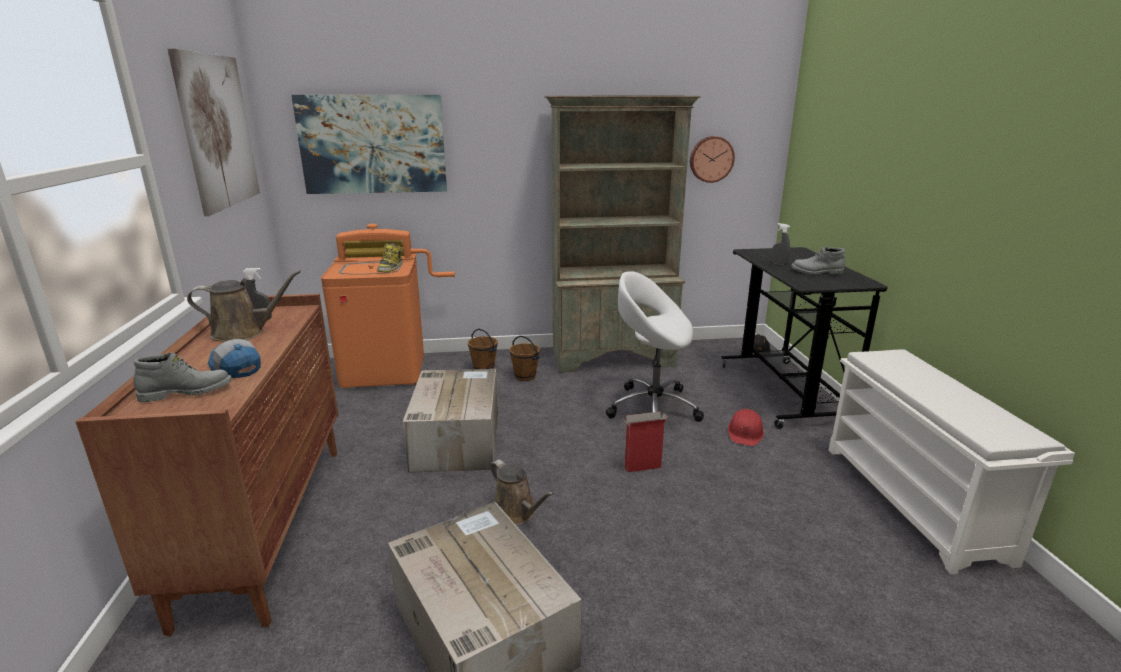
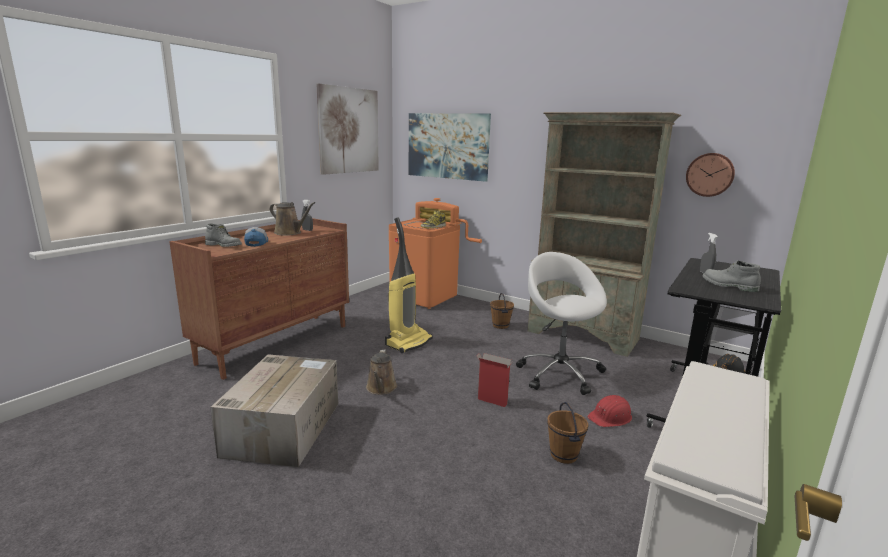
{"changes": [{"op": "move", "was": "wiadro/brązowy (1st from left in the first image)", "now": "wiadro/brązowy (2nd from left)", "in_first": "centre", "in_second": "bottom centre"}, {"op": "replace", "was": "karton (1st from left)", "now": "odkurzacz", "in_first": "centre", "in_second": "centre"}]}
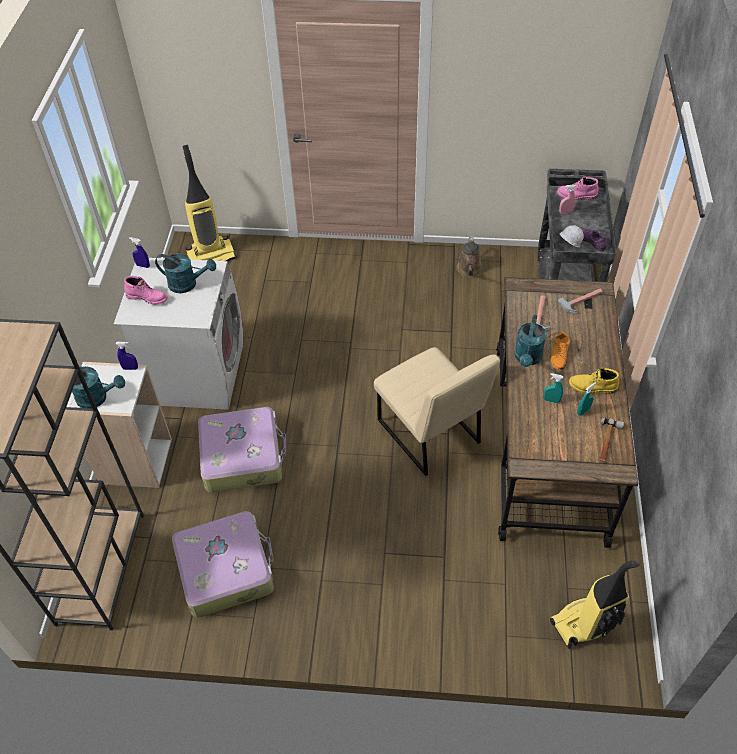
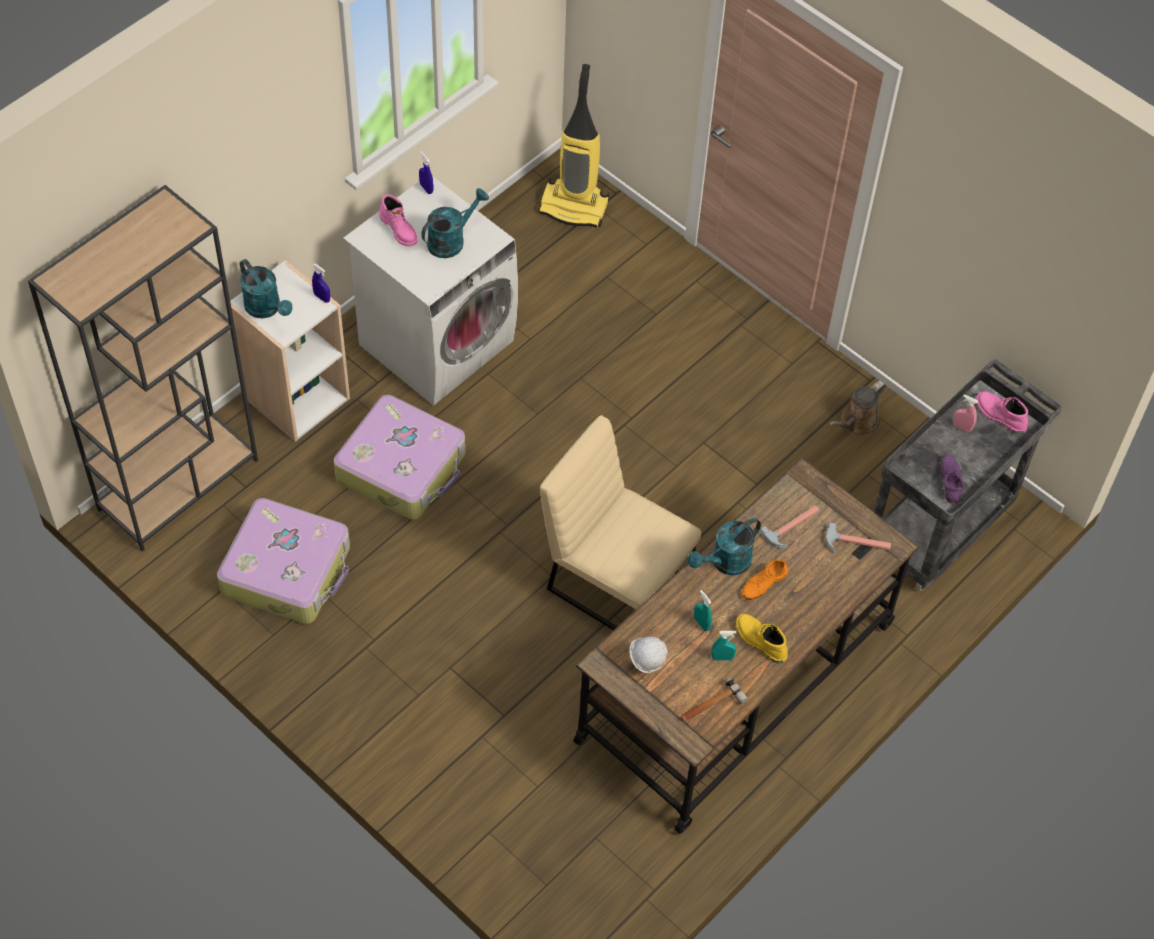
{"changes": [{"op": "delete", "was": "odkurzacz (2nd from left)", "in_first": "bottom right"}, {"op": "move", "was": "kask/biały", "in_first": "top right", "in_second": "bottom centre"}, {"op": "rotate", "was": "konewka/turkusowy (2nd from left)", "in_first": "middle left", "in_second": "top centre", "clockwise": -90}, {"op": "rotate", "was": "krzesło/beżowy", "in_first": "centre", "in_second": "centre", "clockwise": 120}]}
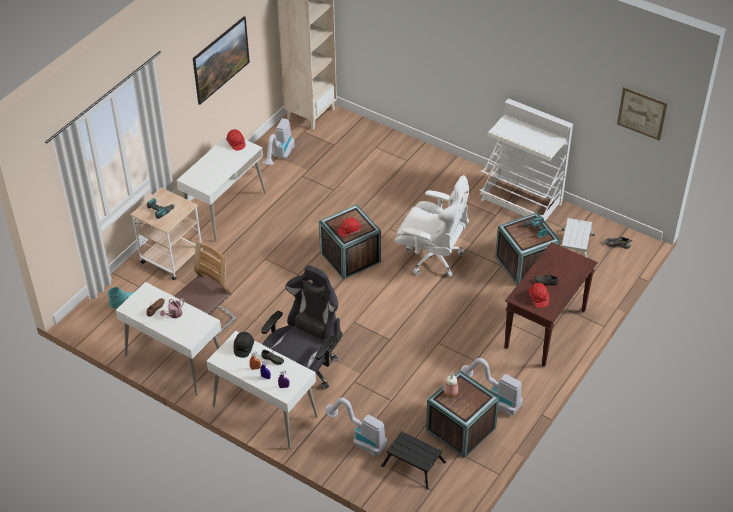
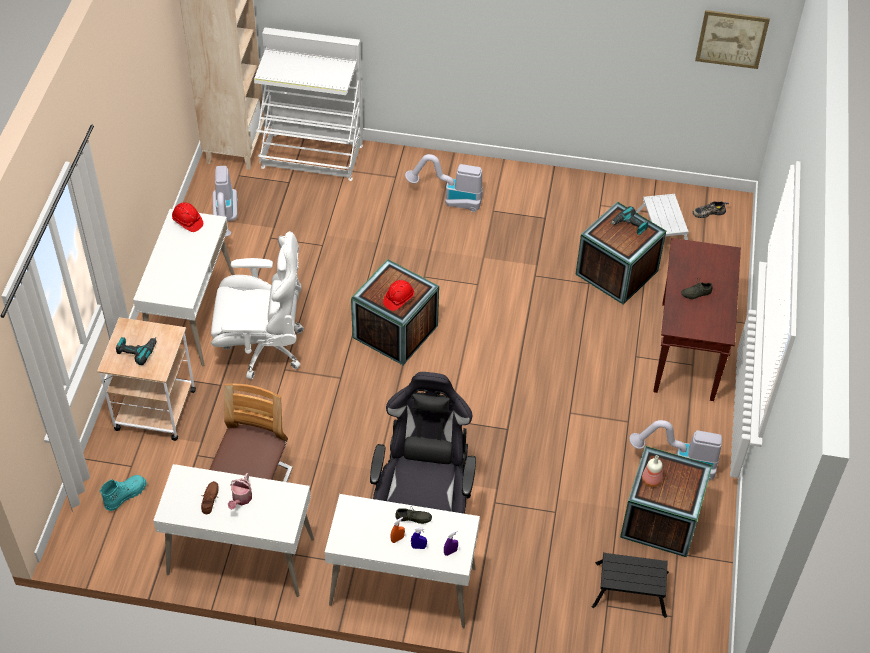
{"changes": [{"op": "delete", "was": "obraz (1st from left)", "in_first": "top left"}, {"op": "delete", "was": "kask/czarny", "in_first": "bottom left"}, {"op": "delete", "was": "kask/czerwony (3rd from left)", "in_first": "middle right"}, {"op": "move", "was": "odkurzacz (2nd from left)", "in_first": "bottom centre", "in_second": "top centre"}, {"op": "move", "was": "krzesło biurowe/biały", "in_first": "centre", "in_second": "middle left"}, {"op": "move", "was": "regał na buty/biały", "in_first": "top right", "in_second": "top centre"}]}
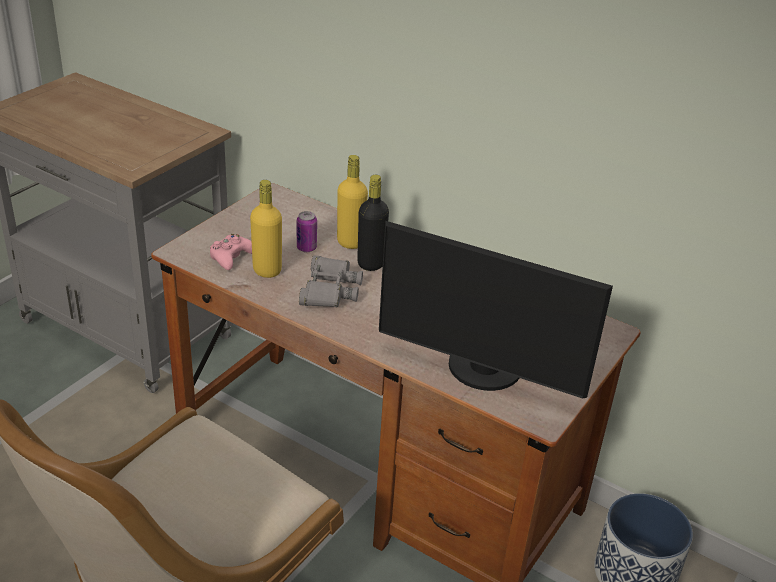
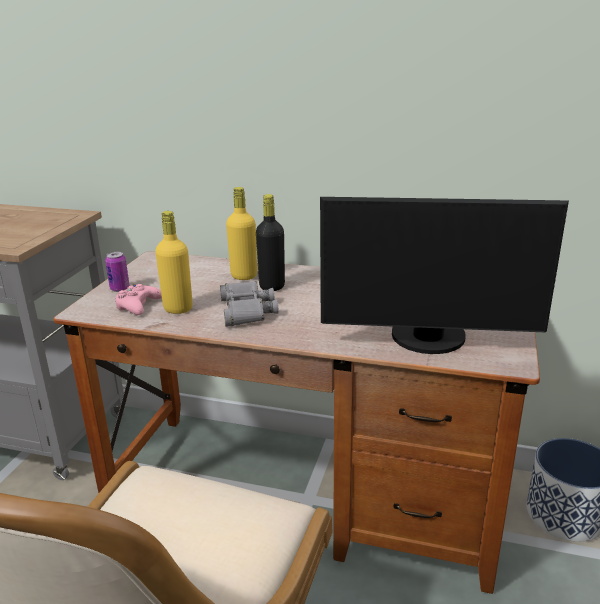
{"changes": [{"op": "move", "was": "puszka", "in_first": "centre", "in_second": "middle left"}]}
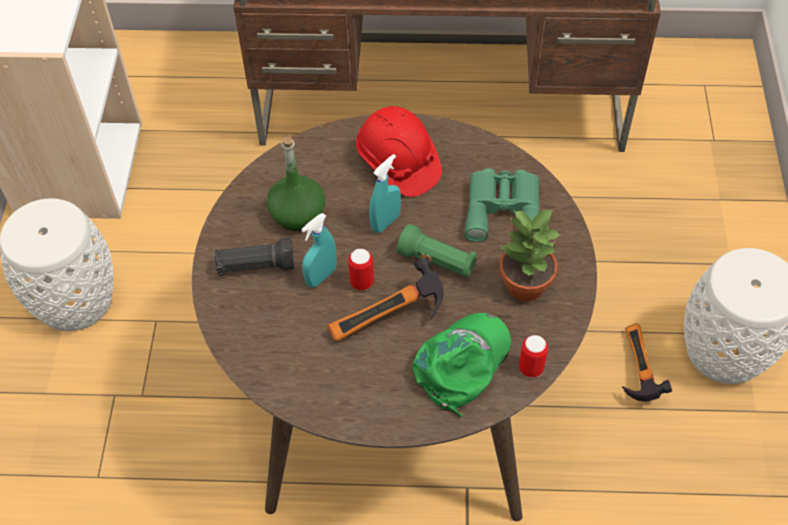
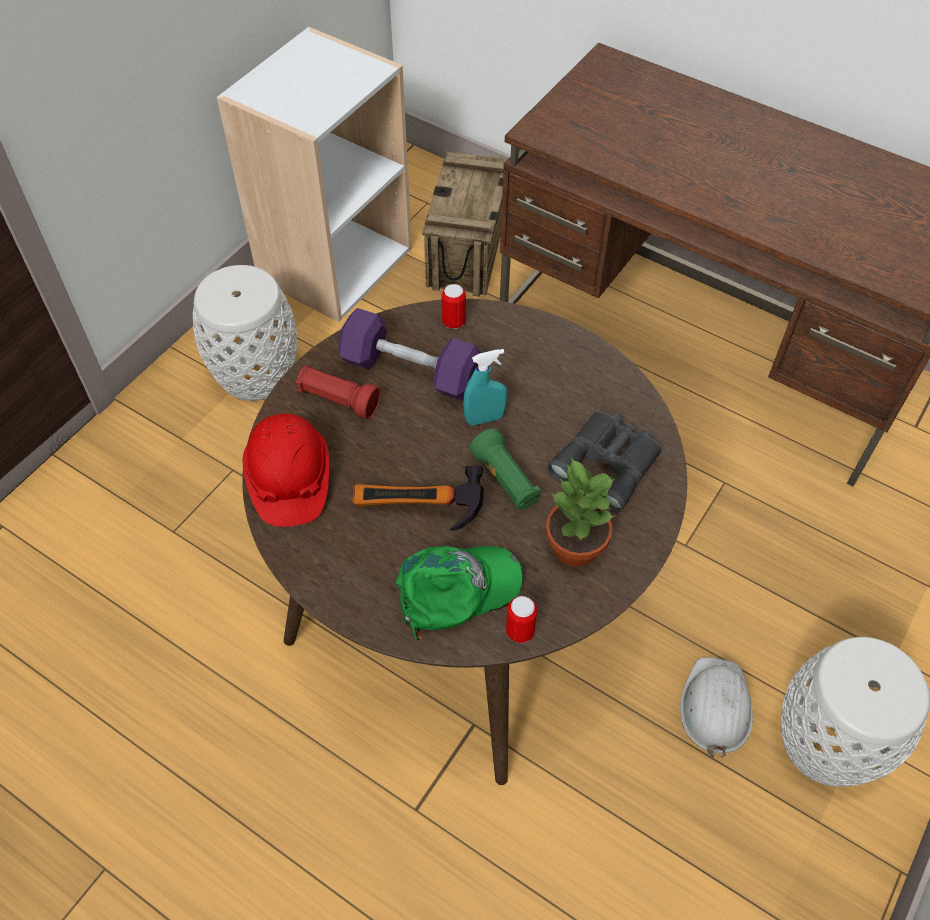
{"changes": [{"op": "delete", "was": "spryskiwacz/turkusowy (1st from left)", "in_first": "centre"}, {"op": "insert", "now": "skrzynka", "in_second": "top centre"}, {"op": "move", "was": "puszka (1st from left)", "in_first": "centre", "in_second": "top centre"}, {"op": "move", "was": "kask/czerwony", "in_first": "top centre", "in_second": "middle left"}, {"op": "replace", "was": "butelka/zielony", "now": "hantel/fioletowy", "in_first": "centre", "in_second": "centre"}, {"op": "replace", "was": "młotek (2nd from left)", "now": "kask/biały", "in_first": "bottom right", "in_second": "bottom right"}, {"op": "recolor", "was": "latarka/czarny", "now": "latarka/czerwony", "in_first": "middle left", "in_second": "centre"}, {"op": "recolor", "was": "lornetka/zielony", "now": "lornetka/szary", "in_first": "centre", "in_second": "centre"}]}
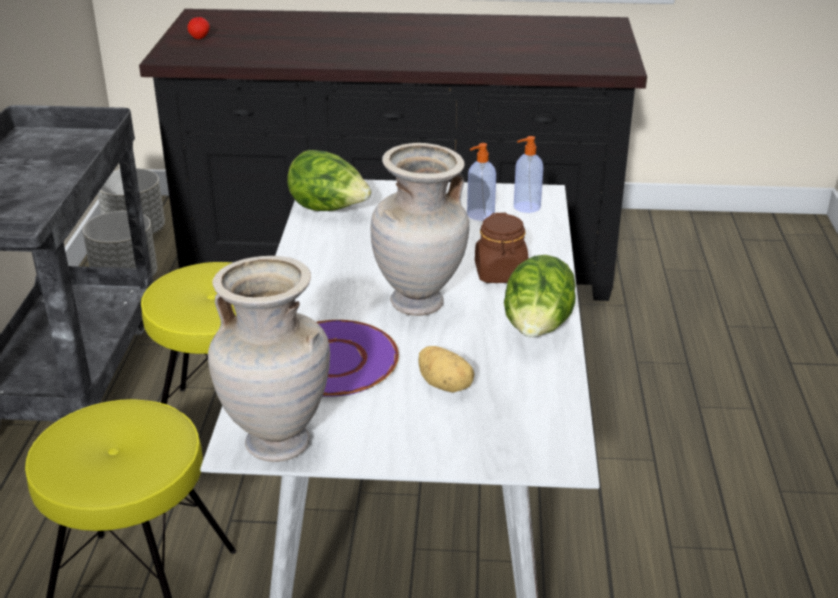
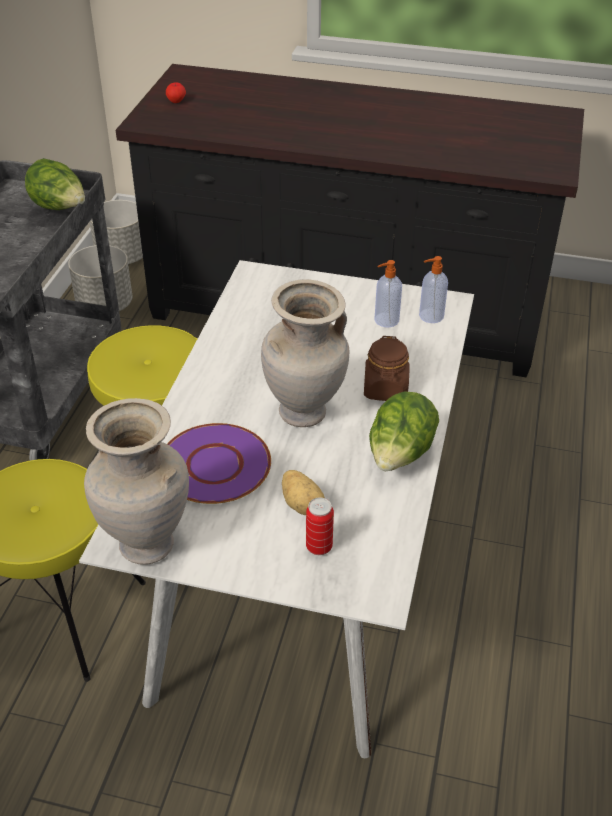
{"changes": [{"op": "insert", "now": "puszka", "in_second": "centre"}, {"op": "move", "was": "sałata (1st from left)", "in_first": "top centre", "in_second": "top left"}]}
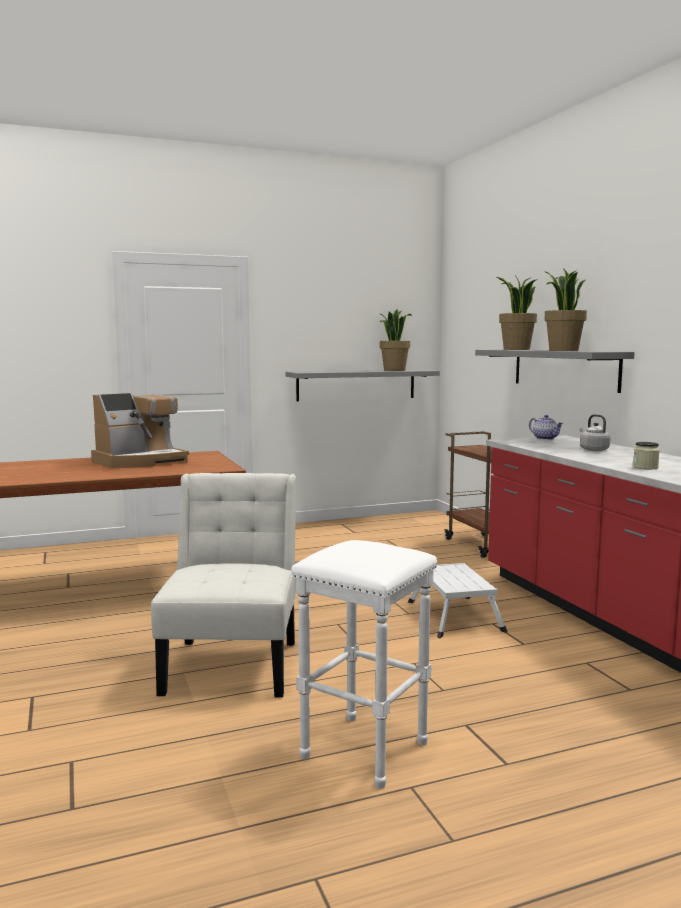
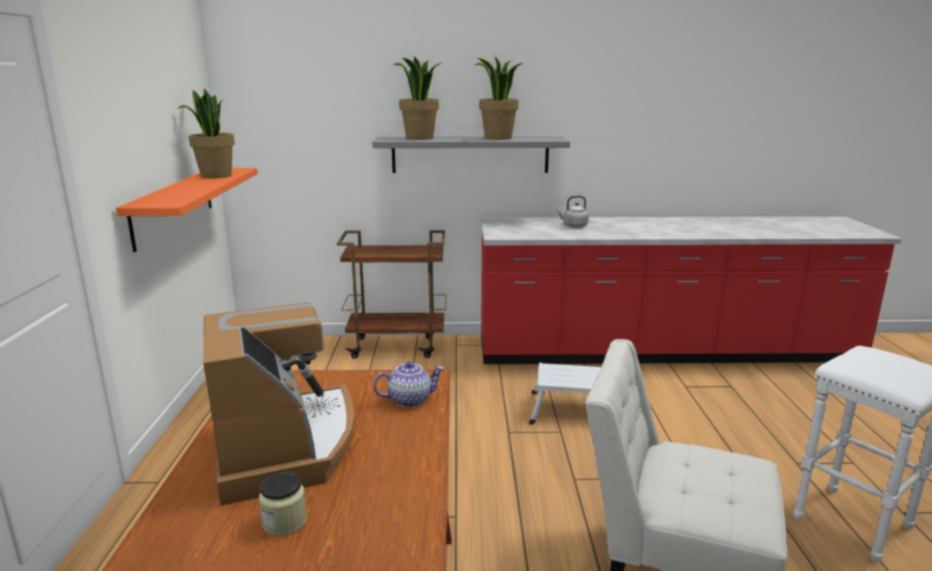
{"changes": [{"op": "move", "was": "imbryk", "in_first": "middle right", "in_second": "bottom centre"}, {"op": "move", "was": "słoik", "in_first": "middle right", "in_second": "bottom left"}, {"op": "recolor", "was": "półka/szary (1st from left)", "now": "półka/pomarańczowy", "in_first": "centre", "in_second": "middle left"}]}
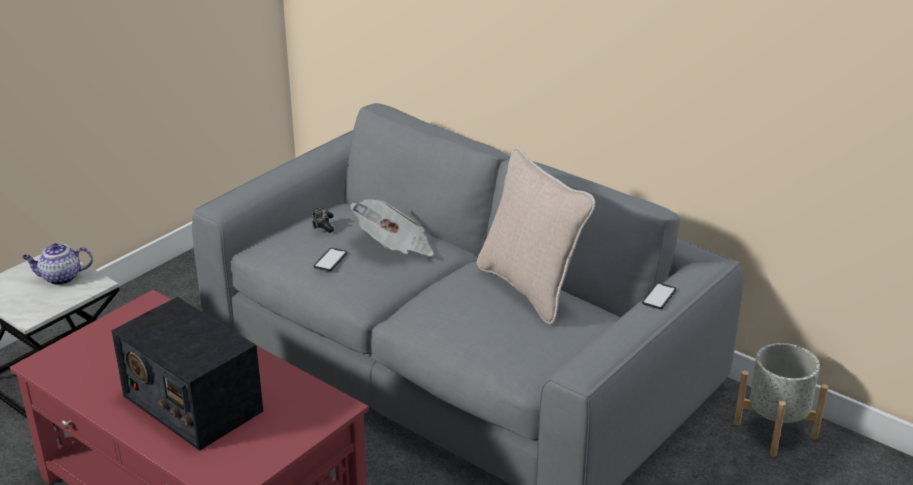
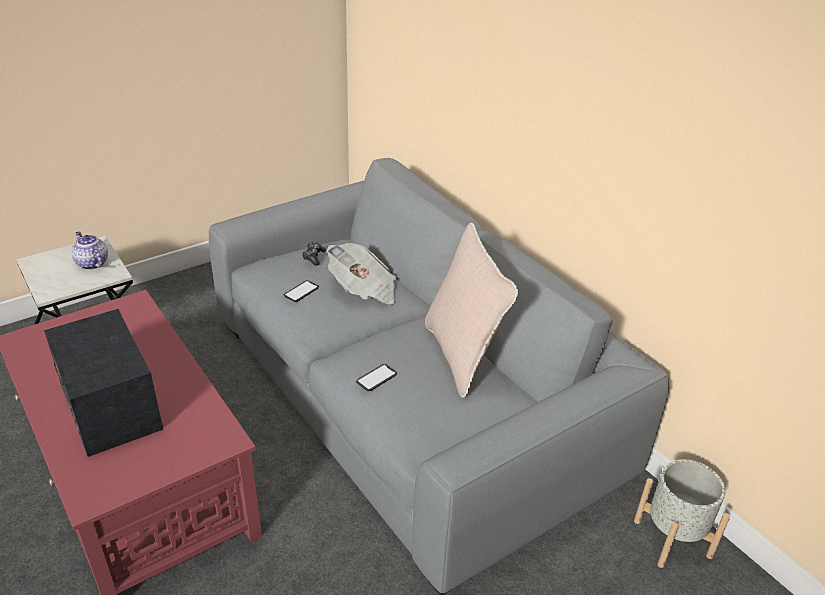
{"changes": [{"op": "move", "was": "telefon (2nd from left)", "in_first": "middle right", "in_second": "centre"}, {"op": "rotate", "was": "imbryk", "in_first": "middle left", "in_second": "middle left", "clockwise": 45}]}
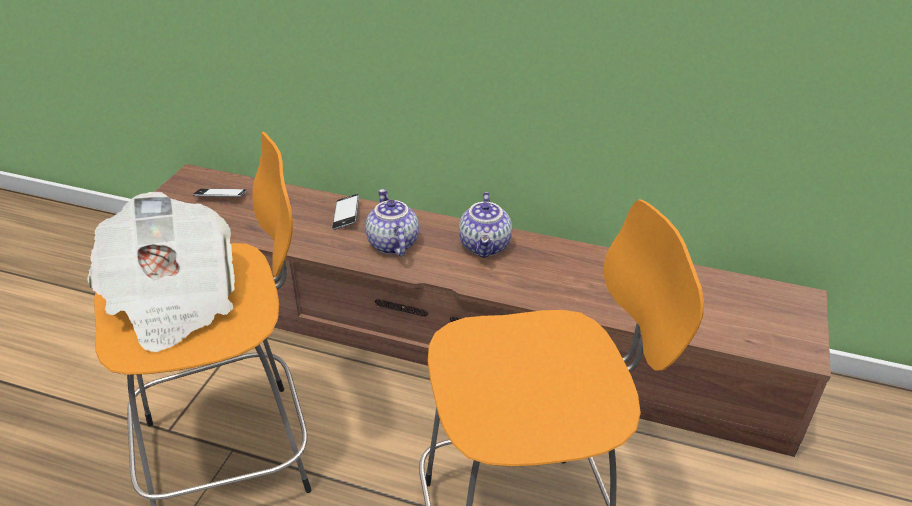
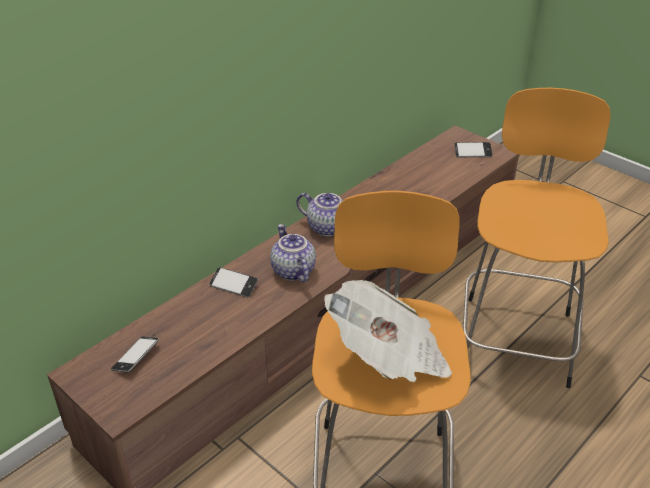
{"changes": [{"op": "insert", "now": "telefon (3rd from left)", "in_second": "top right"}, {"op": "rotate", "was": "imbryk (1st from left)", "in_first": "centre", "in_second": "centre", "clockwise": 60}]}
